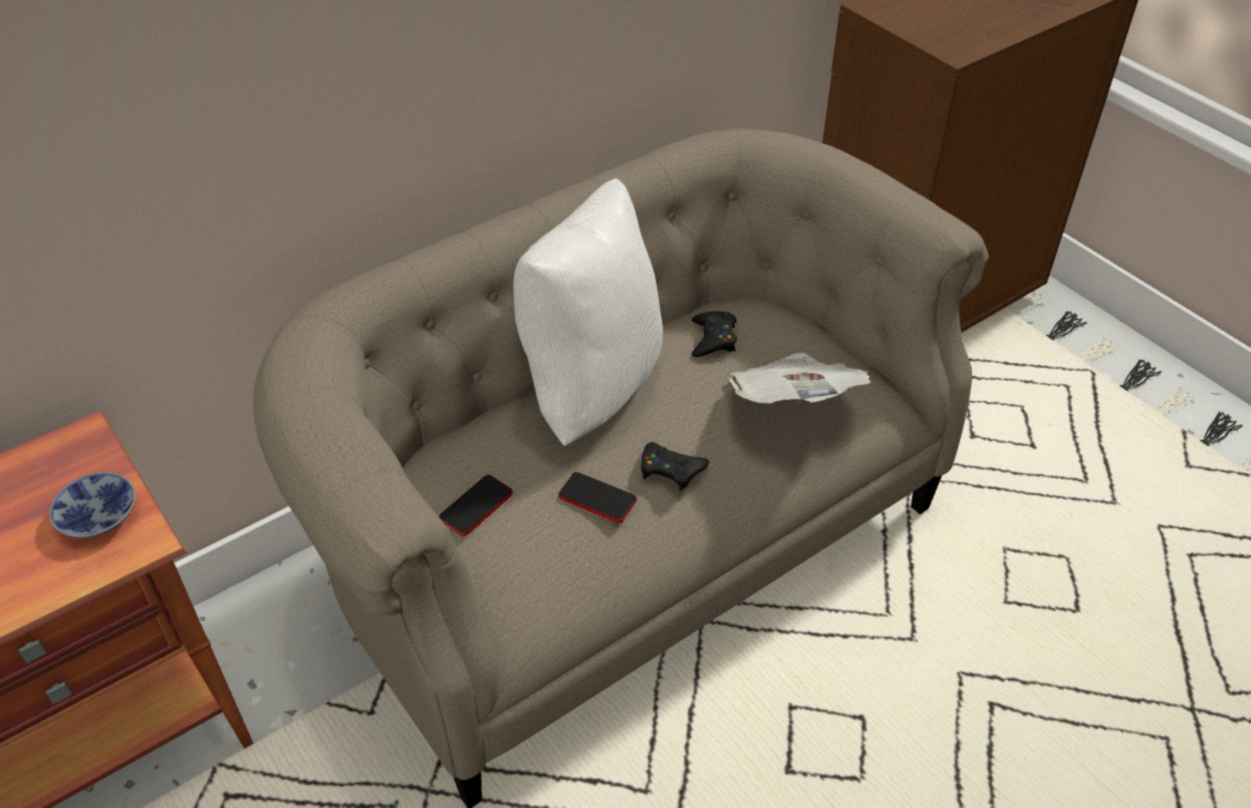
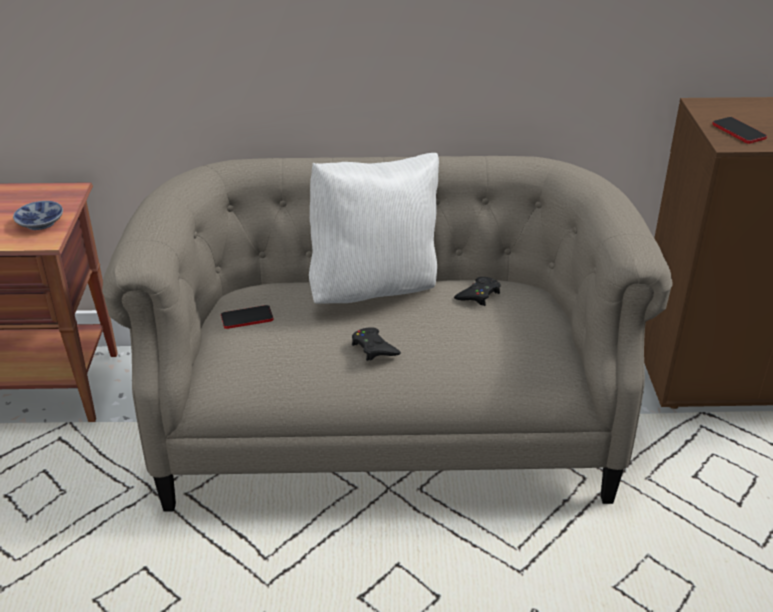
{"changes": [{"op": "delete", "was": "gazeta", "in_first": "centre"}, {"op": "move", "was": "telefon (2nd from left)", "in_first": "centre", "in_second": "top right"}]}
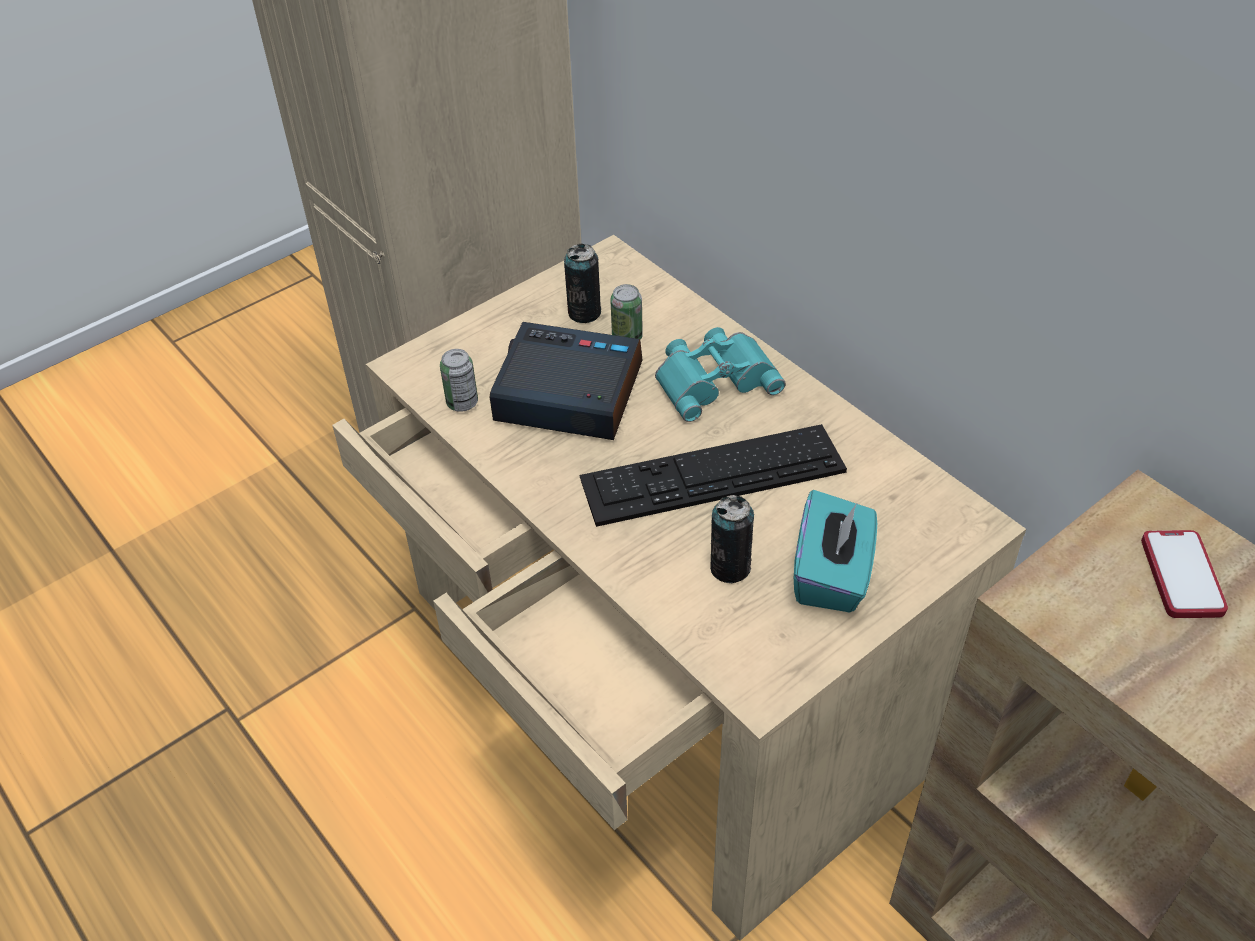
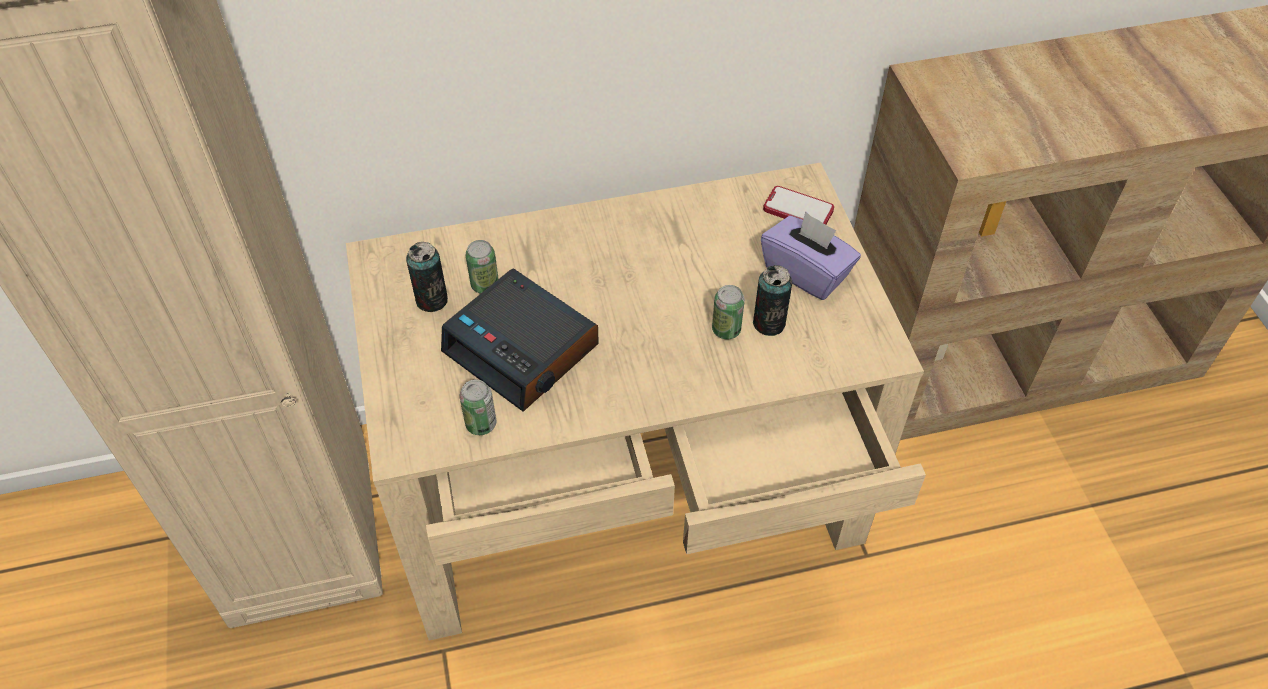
{"changes": [{"op": "delete", "was": "klawiatura", "in_first": "centre"}, {"op": "delete", "was": "lornetka/turkusowy", "in_first": "centre"}, {"op": "insert", "now": "puszka (4th from left)", "in_second": "centre"}, {"op": "move", "was": "telefon", "in_first": "middle right", "in_second": "top centre"}, {"op": "recolor", "was": "pudełko chusteczek/turkusowy", "now": "pudełko chusteczek/fioletowy", "in_first": "centre", "in_second": "centre"}, {"op": "rotate", "was": "budzik", "in_first": "centre", "in_second": "centre", "clockwise": -90}]}
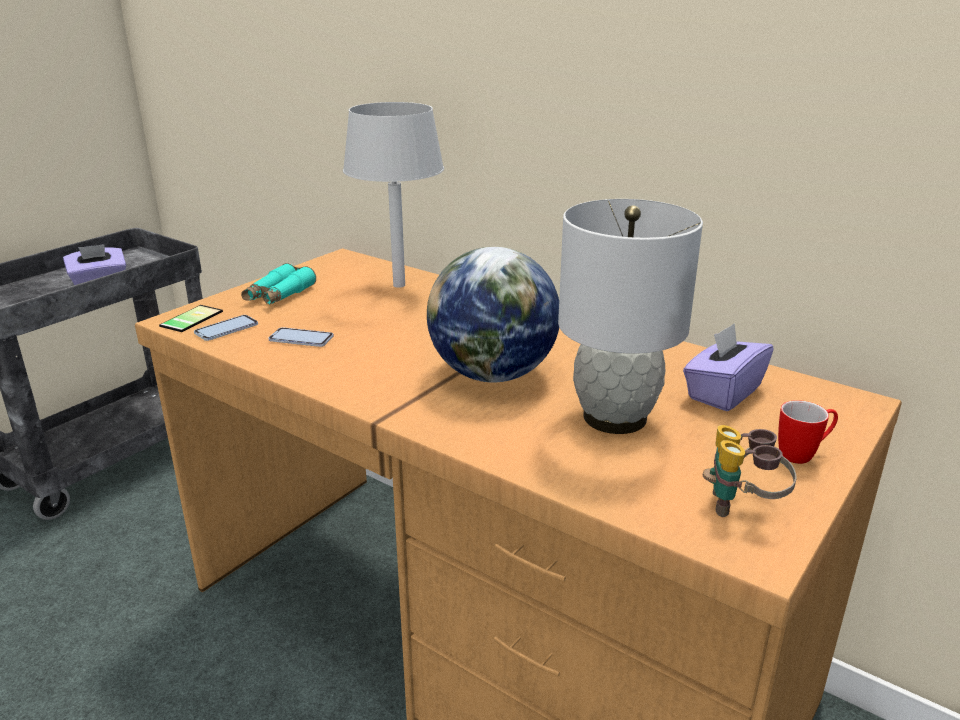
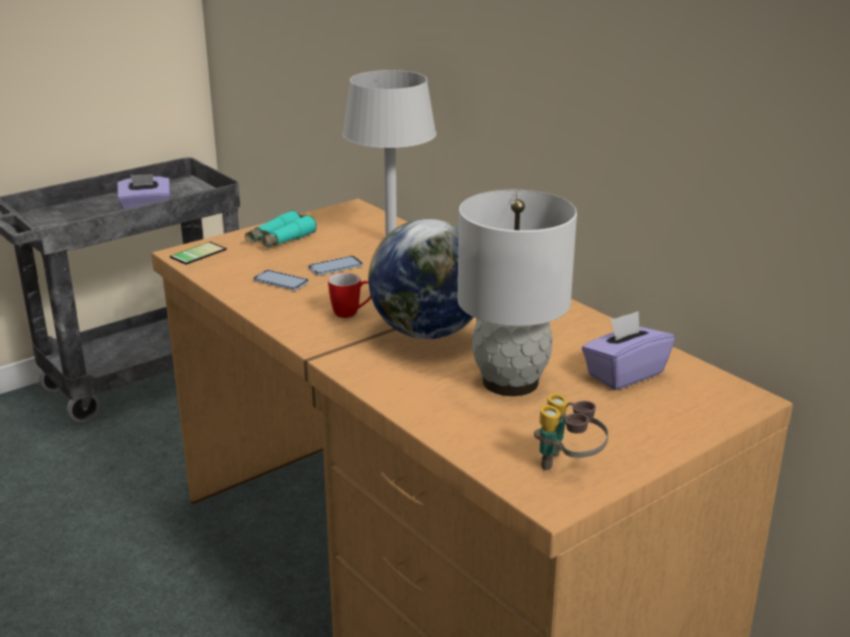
{"changes": [{"op": "move", "was": "telefon (2nd from left in the first image)", "now": "telefon (3rd from left)", "in_first": "middle left", "in_second": "centre"}, {"op": "move", "was": "kubek", "in_first": "middle right", "in_second": "centre"}]}
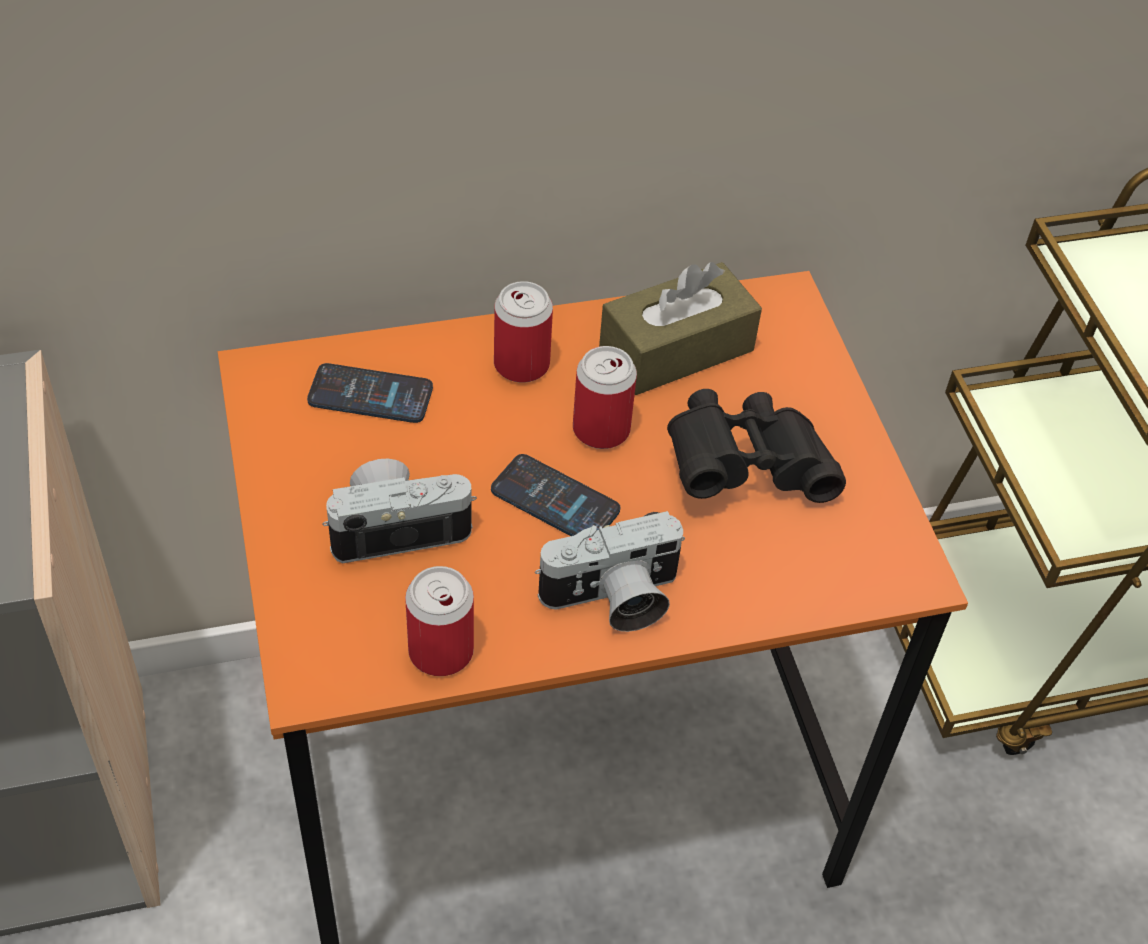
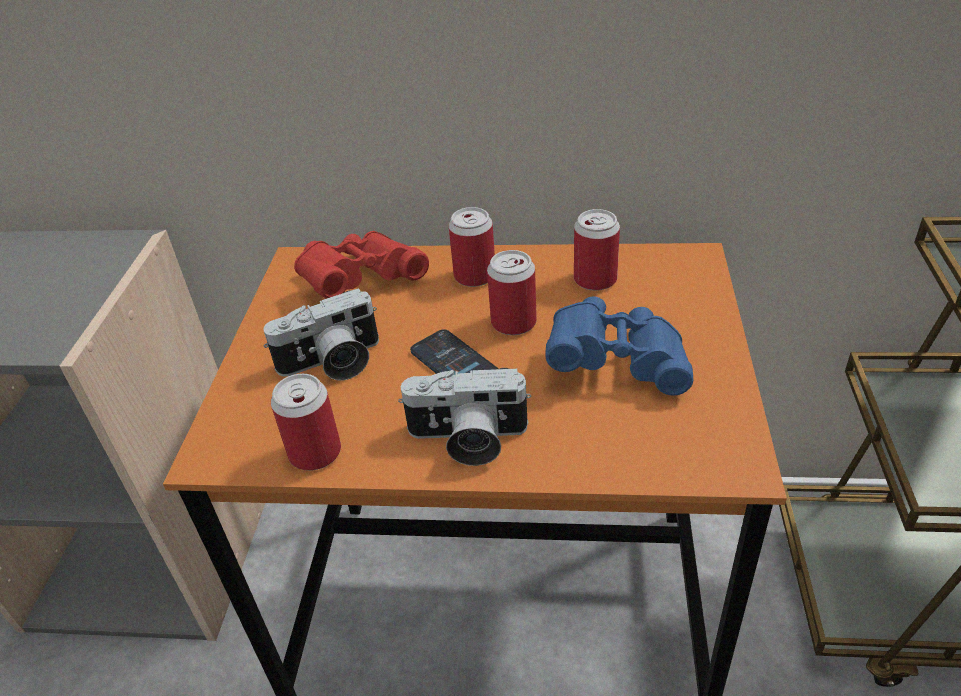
{"changes": [{"op": "replace", "was": "telefon (1st from left)", "now": "lornetka/czerwony", "in_first": "middle left", "in_second": "centre"}, {"op": "replace", "was": "pudełko chusteczek/brązowy", "now": "puszka (4th from left)", "in_first": "centre", "in_second": "centre"}, {"op": "recolor", "was": "lornetka/czarny", "now": "lornetka/niebieski", "in_first": "centre", "in_second": "centre"}, {"op": "rotate", "was": "aparat fotograficzny (1st from left)", "in_first": "centre", "in_second": "centre", "clockwise": 150}]}
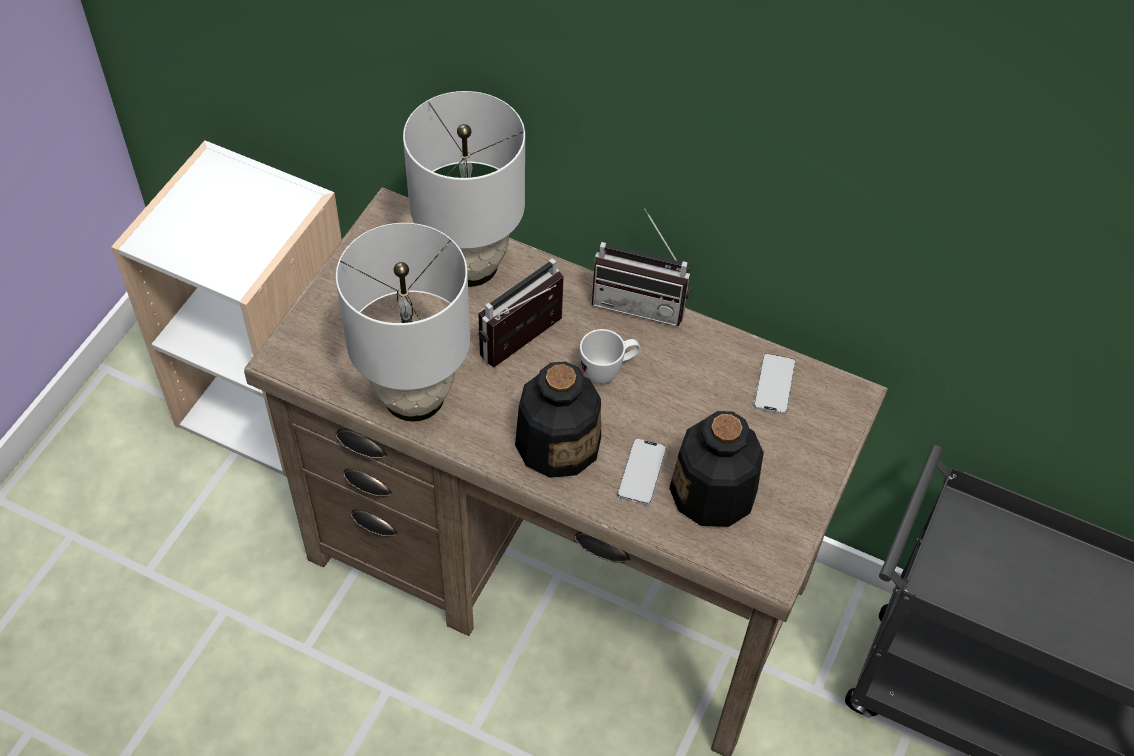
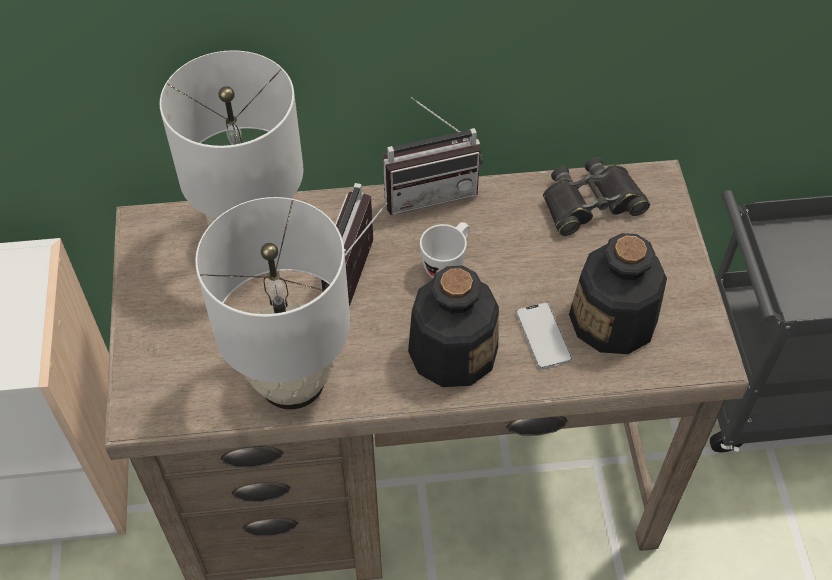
{"changes": [{"op": "replace", "was": "telefon (2nd from left)", "now": "lornetka/czarny", "in_first": "middle right", "in_second": "middle right"}]}
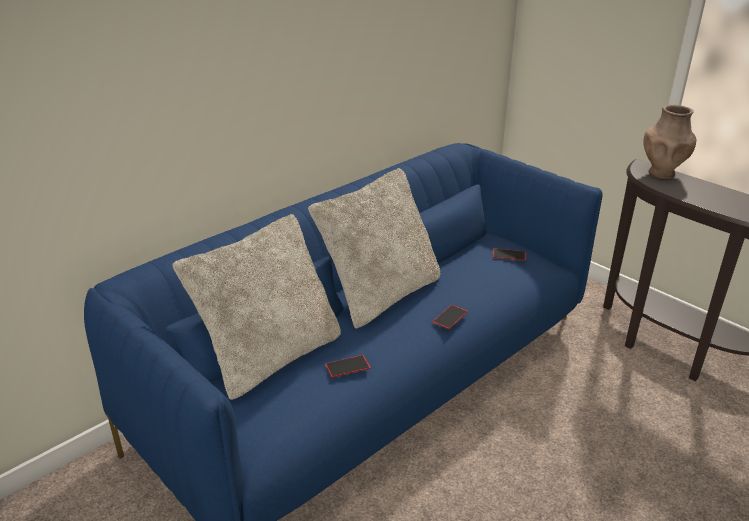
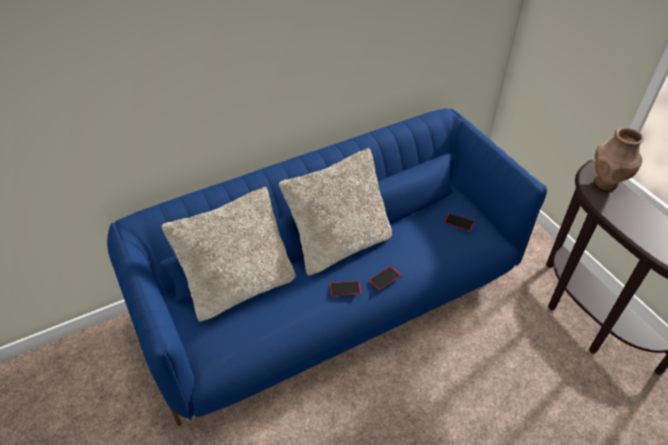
{"changes": [{"op": "move", "was": "telefon (1st from left)", "in_first": "bottom centre", "in_second": "centre"}]}
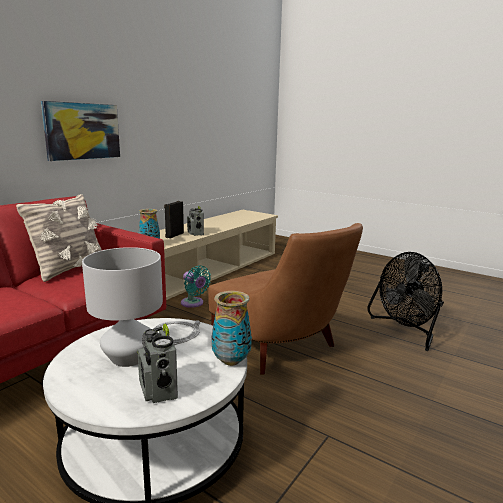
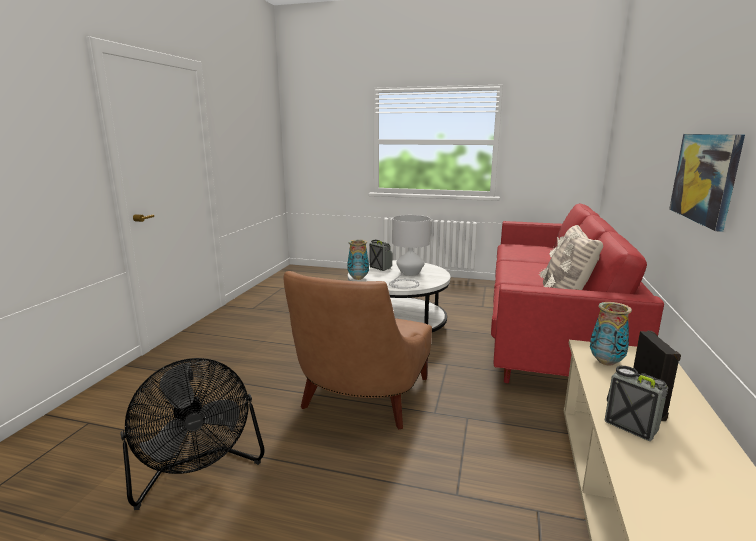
{"changes": [{"op": "delete", "was": "wentylator/turkusowy", "in_first": "centre"}, {"op": "rotate", "was": "fotel/brązowy", "in_first": "centre", "in_second": "centre", "clockwise": -105}, {"op": "rotate", "was": "wentylator/czarny", "in_first": "middle right", "in_second": "bottom left", "clockwise": 105}]}
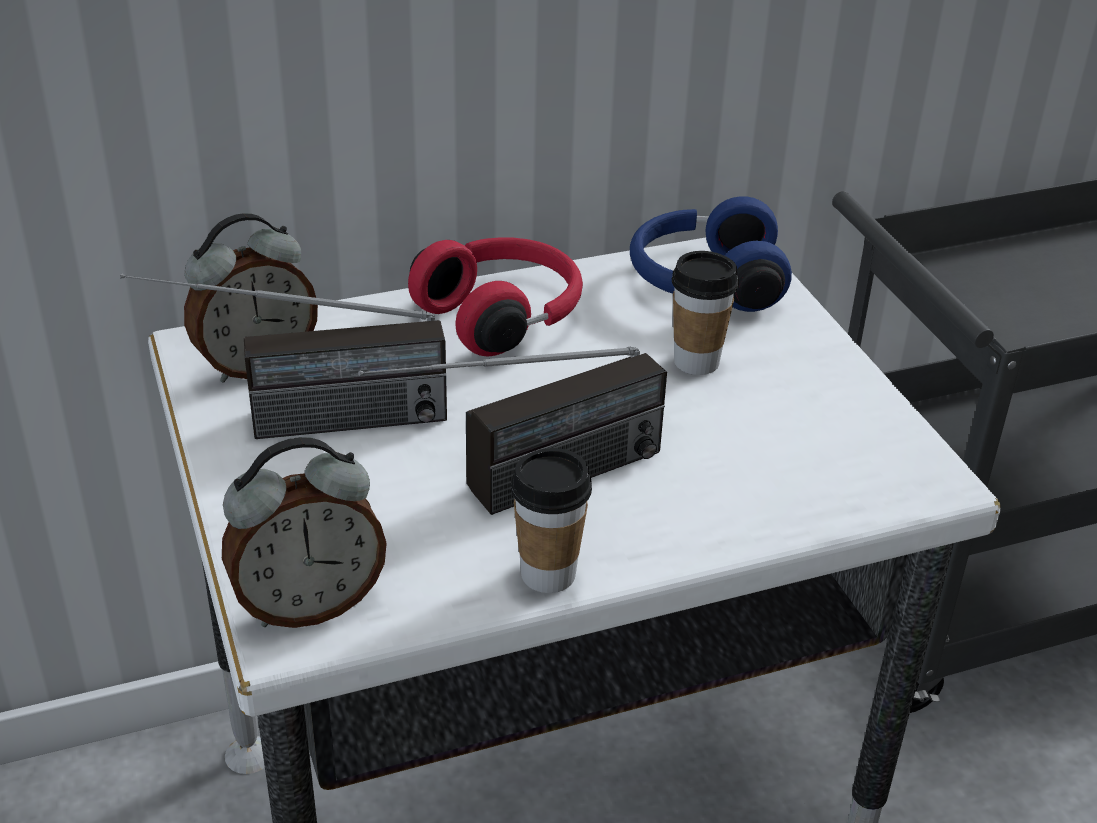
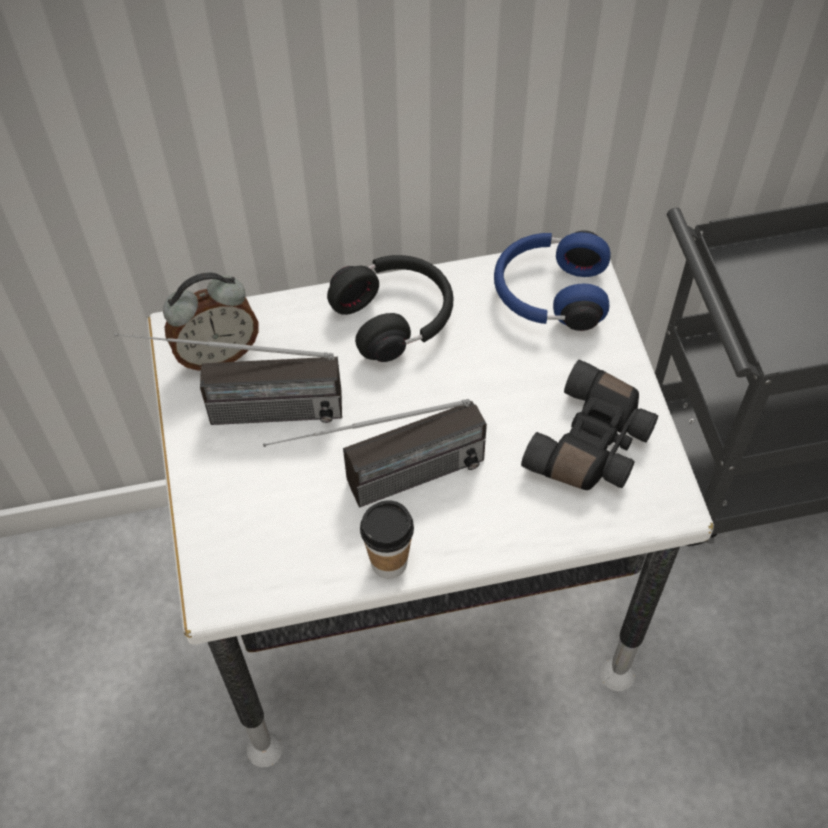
{"changes": [{"op": "delete", "was": "budzik (2nd from left)", "in_first": "middle left"}, {"op": "delete", "was": "filiżanka (2nd from left)", "in_first": "centre"}, {"op": "insert", "now": "lornetka/czarny", "in_second": "middle right"}, {"op": "recolor", "was": "słuchawki/czerwony", "now": "słuchawki/czarny", "in_first": "centre", "in_second": "centre"}]}
